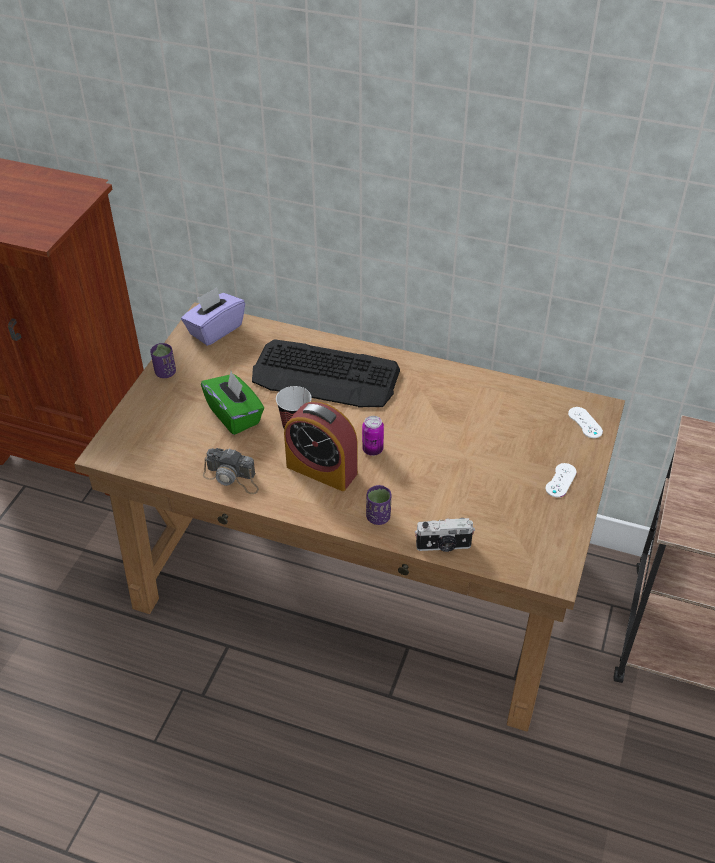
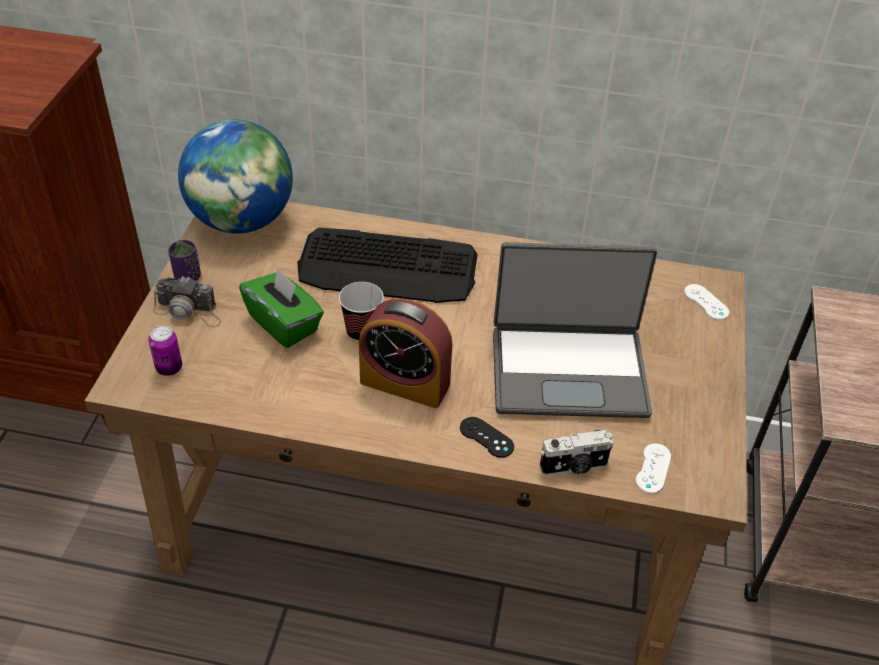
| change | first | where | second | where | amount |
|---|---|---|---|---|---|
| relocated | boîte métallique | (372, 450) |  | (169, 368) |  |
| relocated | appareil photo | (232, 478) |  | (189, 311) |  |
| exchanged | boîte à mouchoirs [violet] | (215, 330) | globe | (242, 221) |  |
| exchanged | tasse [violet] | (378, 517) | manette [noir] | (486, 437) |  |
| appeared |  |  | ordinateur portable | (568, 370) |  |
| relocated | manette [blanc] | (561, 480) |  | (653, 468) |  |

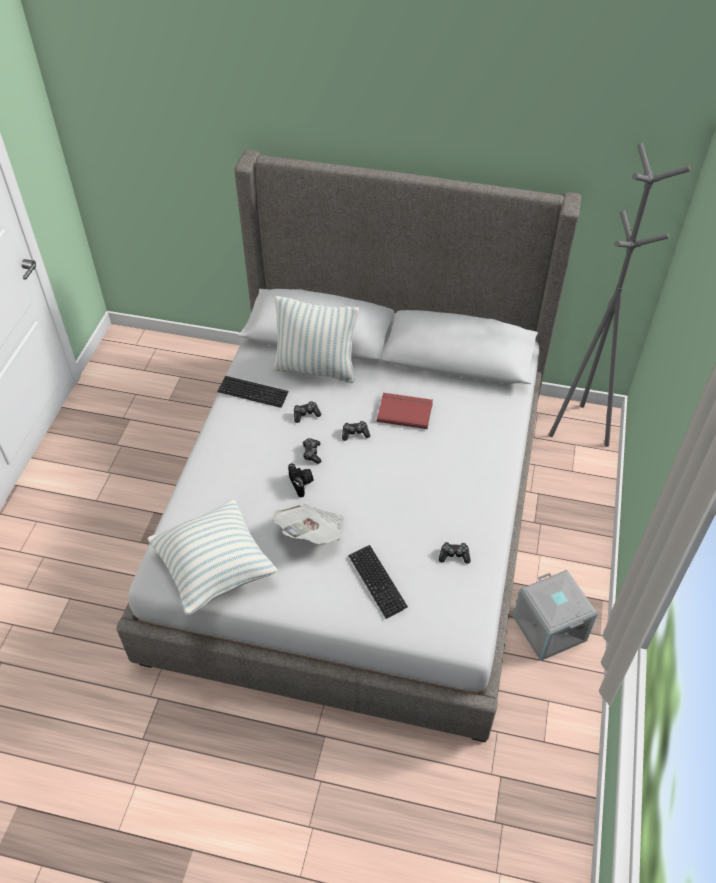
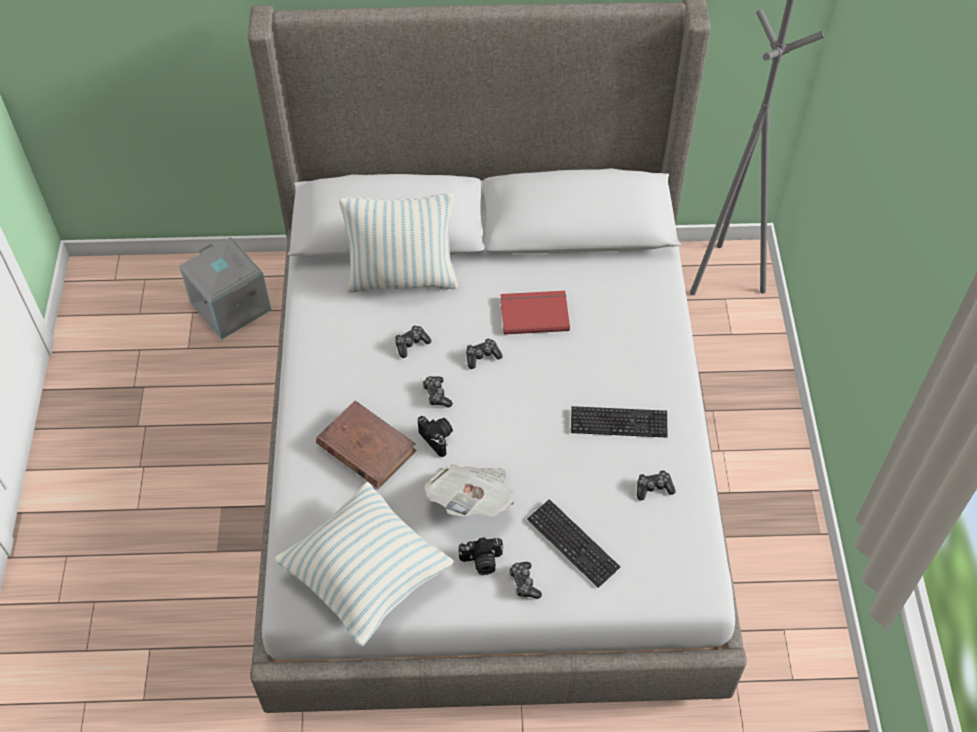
| change | first | where | second | where | amount |
|---|---|---|---|---|---|
| relocated | boîte de rangement [gris] | (548, 628) |  | (229, 307) |  |
| appeared |  |  | livre [marron] | (366, 447) |  |
| appeared |  |  | appareil photo | (481, 562) |  |
| appeared |  |  | manette | (524, 583) |  |
| relocated | clavier | (253, 393) |  | (618, 423) |  |

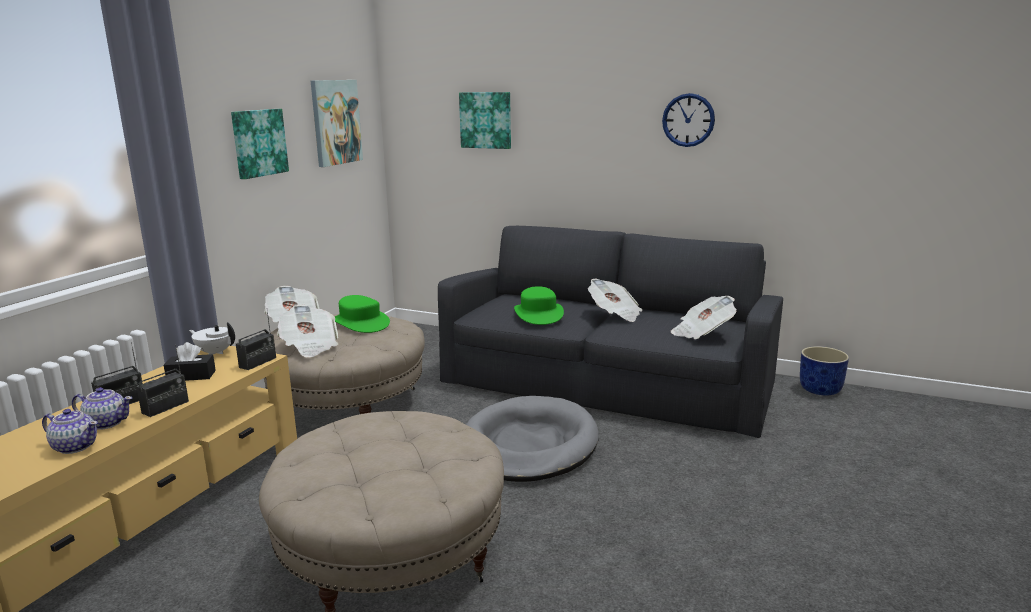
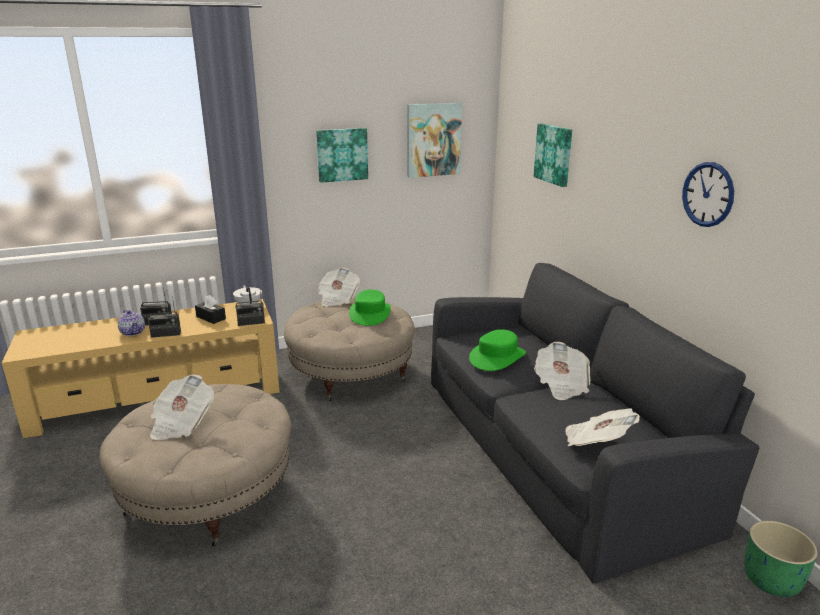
| change | first | where | second | where | amount |
|---|---|---|---|---|---|
| relocated | journal | (310, 346) |  | (181, 423) |  |
| colour | cache-pot [bleu] | (821, 389) | cache-pot [vert] | (772, 581) |  |
| missing | théière | (75, 446) |  |  |  |
| missing | panier pour chien [gris] | (529, 445) |  |  |  |

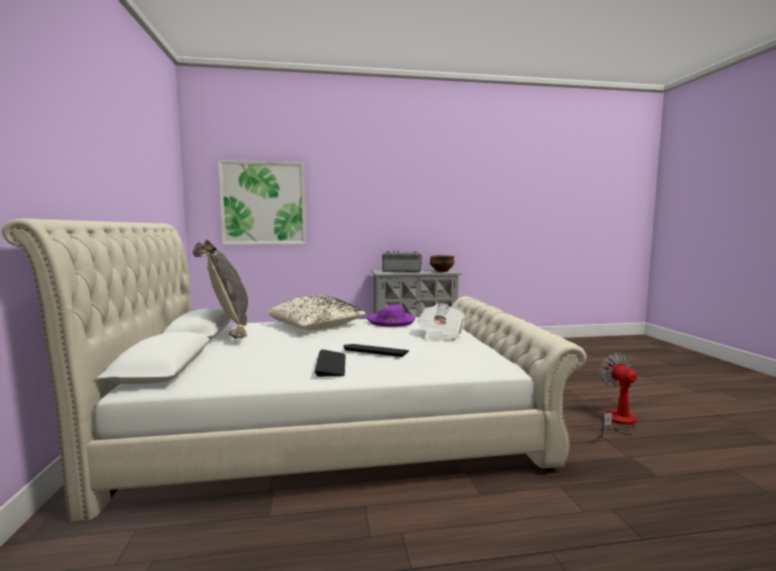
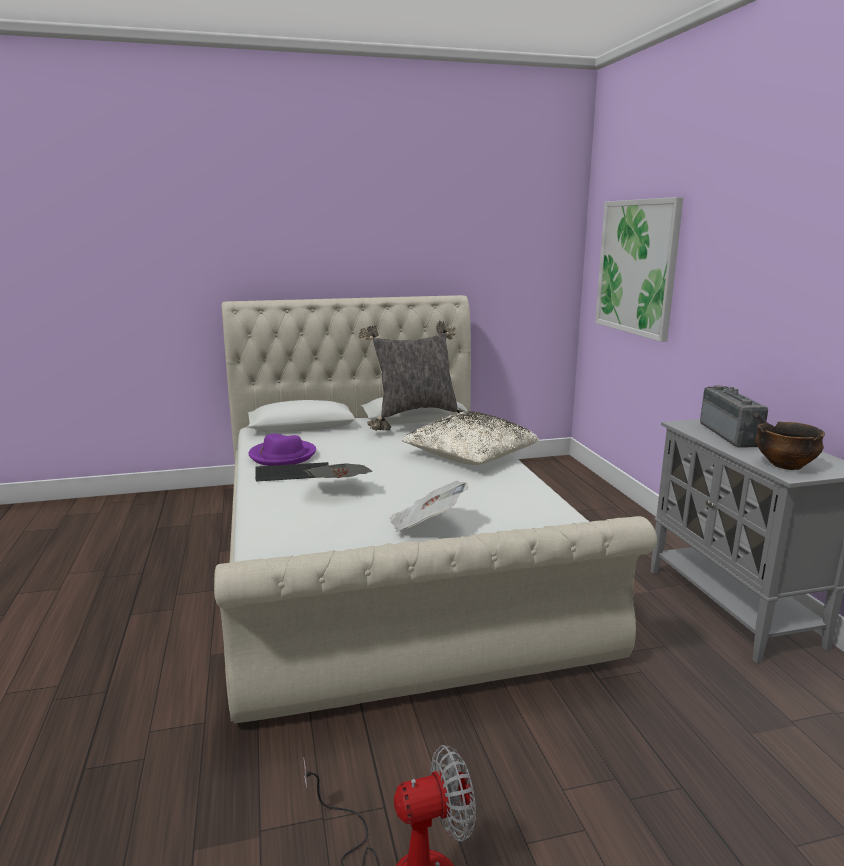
| change | first | where | second | where | amount |
|---|---|---|---|---|---|
| relocated | chapeau [violet] | (391, 322) |  | (282, 456) |  |
| exchanged | clavier | (376, 350) | journal | (339, 489) |  |

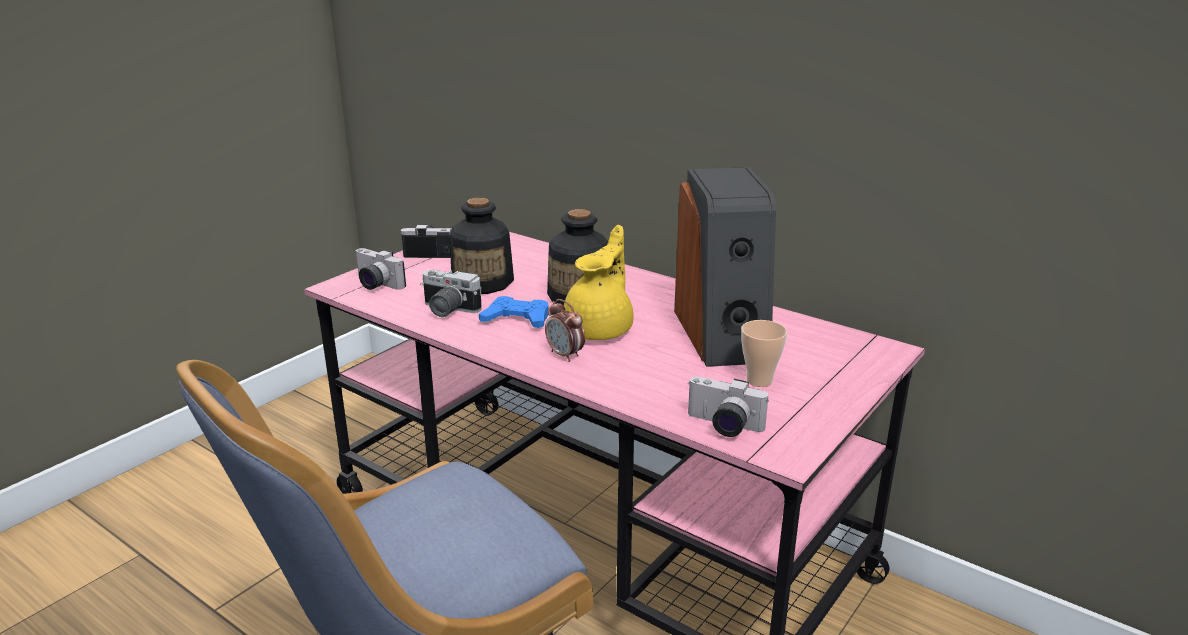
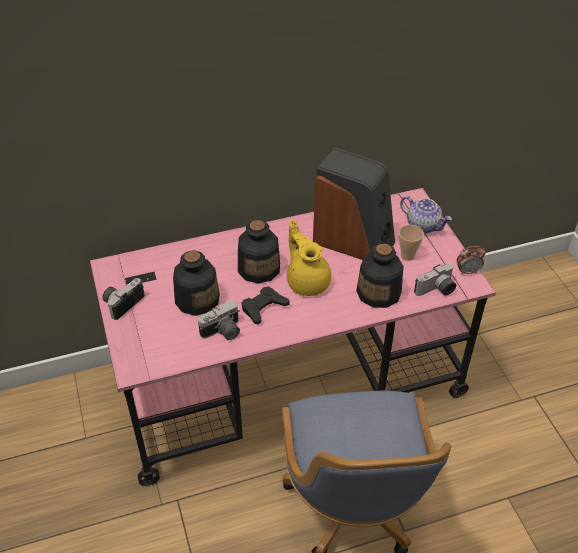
| change | first | where | second | where | amount |
|---|---|---|---|---|---|
| colour | manette [bleu] | (517, 319) | manette [noir] | (263, 307) |  |
| appeared |  |  | bouteille | (379, 292) |  |
| appeared |  |  | théière | (423, 226) |  |
| relocated | réveil | (565, 355) |  | (468, 271) |  |
| missing | appareil photo | (375, 285) |  |  |  |

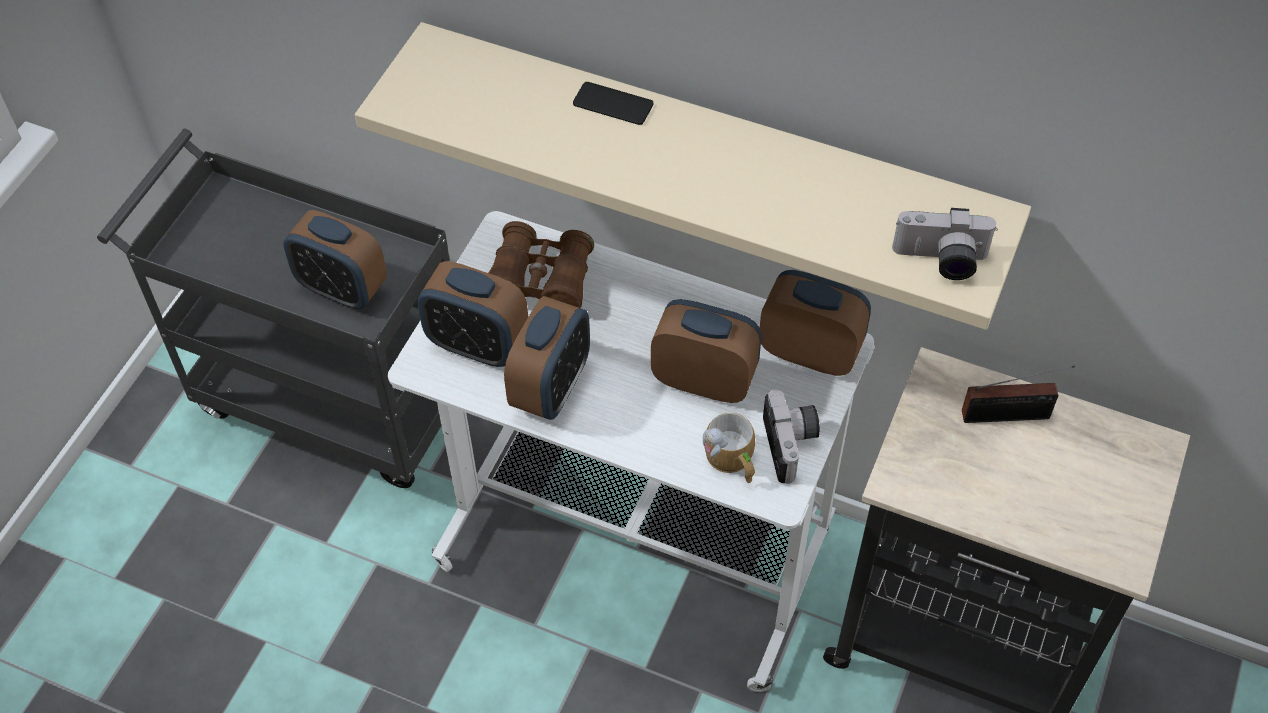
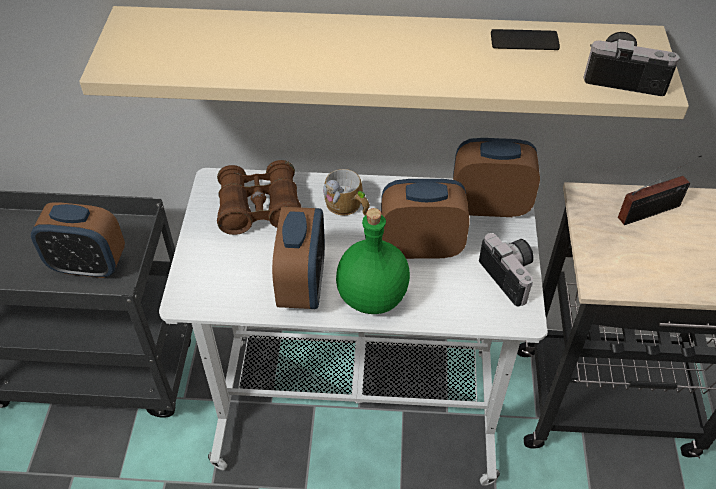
| change | first | where | second | where | amount |
|---|---|---|---|---|---|
| relocated | mug | (732, 461) |  | (348, 207) |  |
| appeared |  |  | bouteille [vert] | (371, 296) |  |
| relocated | téléphone | (613, 104) |  | (524, 41) |  |
| spun | appareil photo | (940, 261) |  | (625, 76) | 150 degrees counterclockwise |
| missing | réveil | (477, 345) |  |  |  |

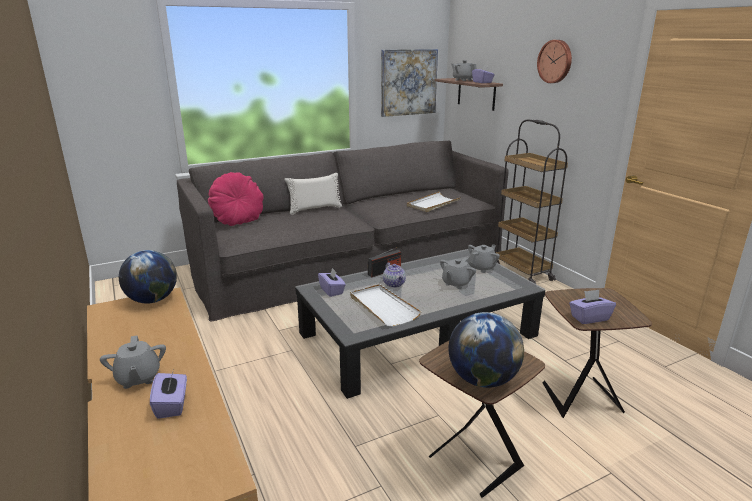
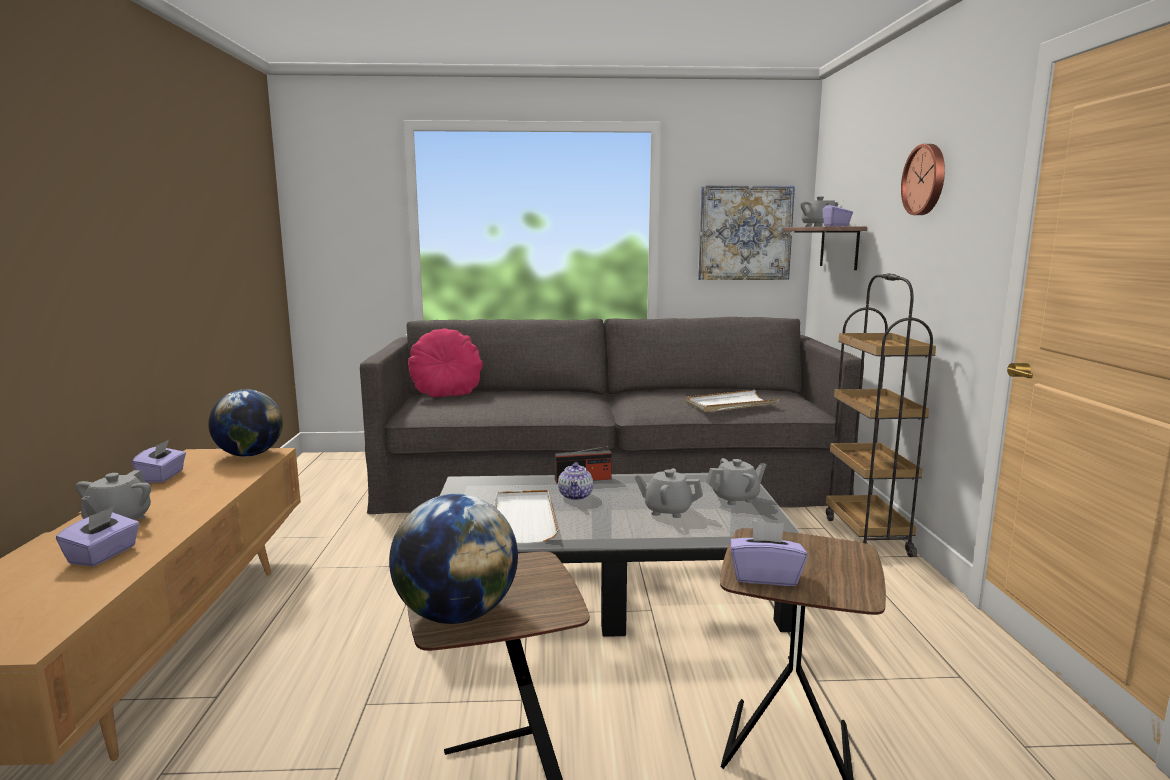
| change | first | where | second | where | amount |
|---|---|---|---|---|---|
| relocated | boîte à mouchoirs [violet] | (332, 291) |  | (162, 476) |  |
| spun | théière [gris] | (456, 283) |  | (667, 511) | 45 degrees clockwise |
| missing | coussin [blanc] | (314, 209) |  |  |  |

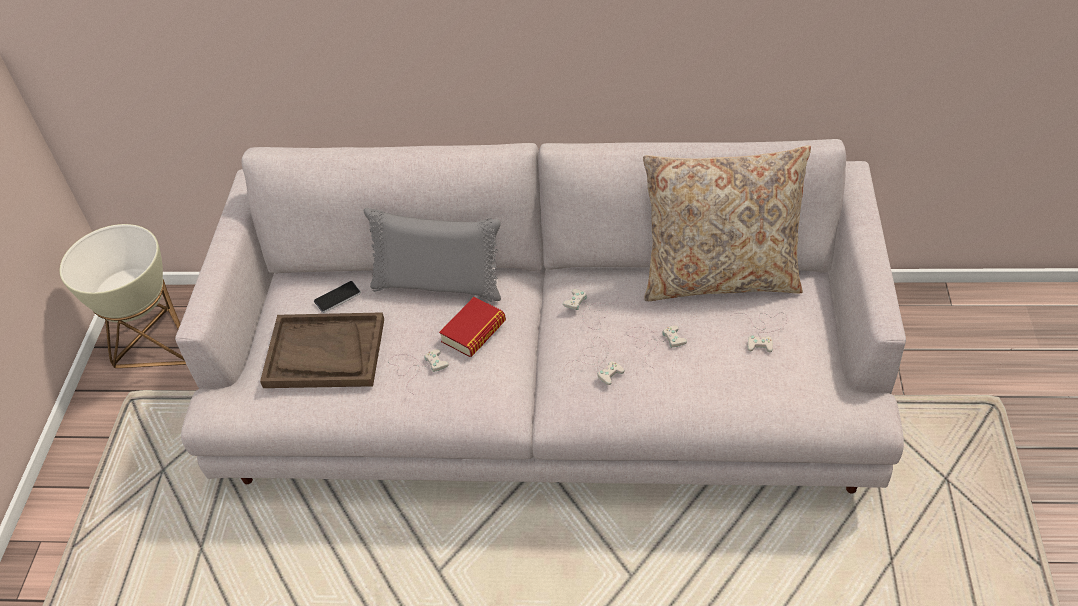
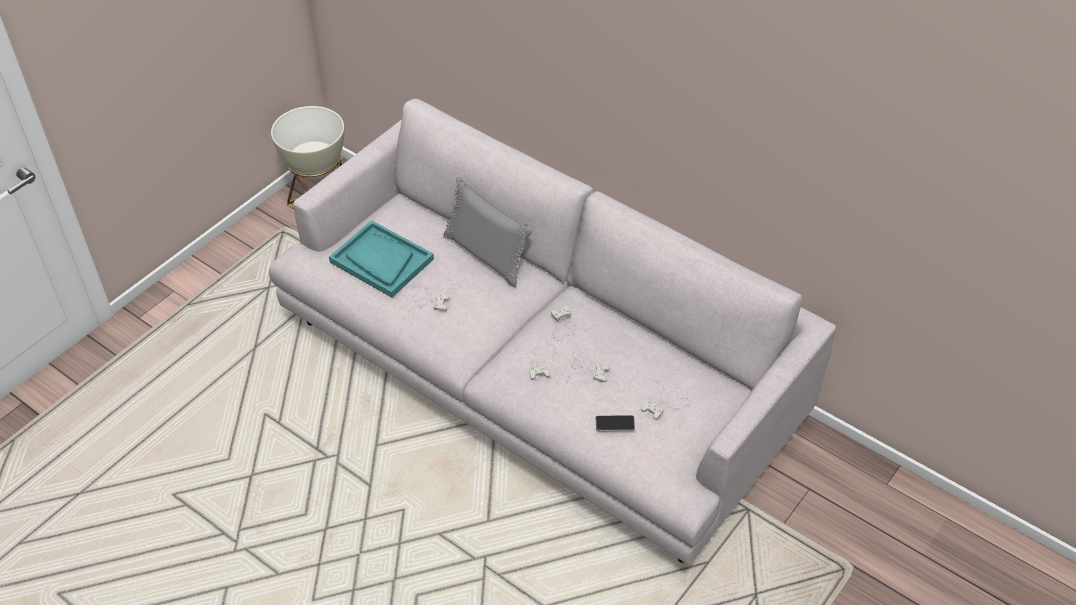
| change | first | where | second | where | amount |
|---|---|---|---|---|---|
| colour | plateau [marron] | (324, 353) | plateau [turquoise] | (381, 260) |  |
| relocated | téléphone | (337, 297) |  | (615, 424) |  |
| missing | livre | (473, 332) |  |  |  |
| missing | coussin [beige] | (720, 277) |  |  |  |

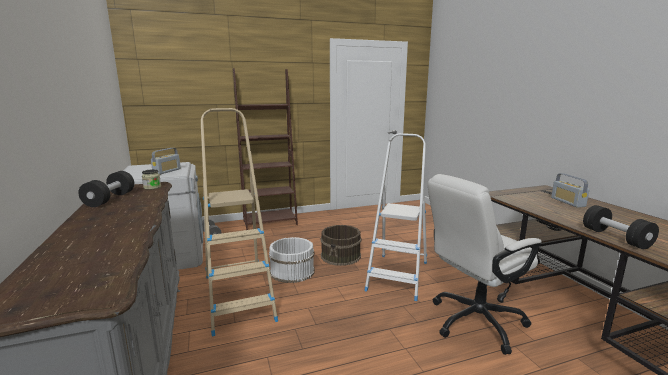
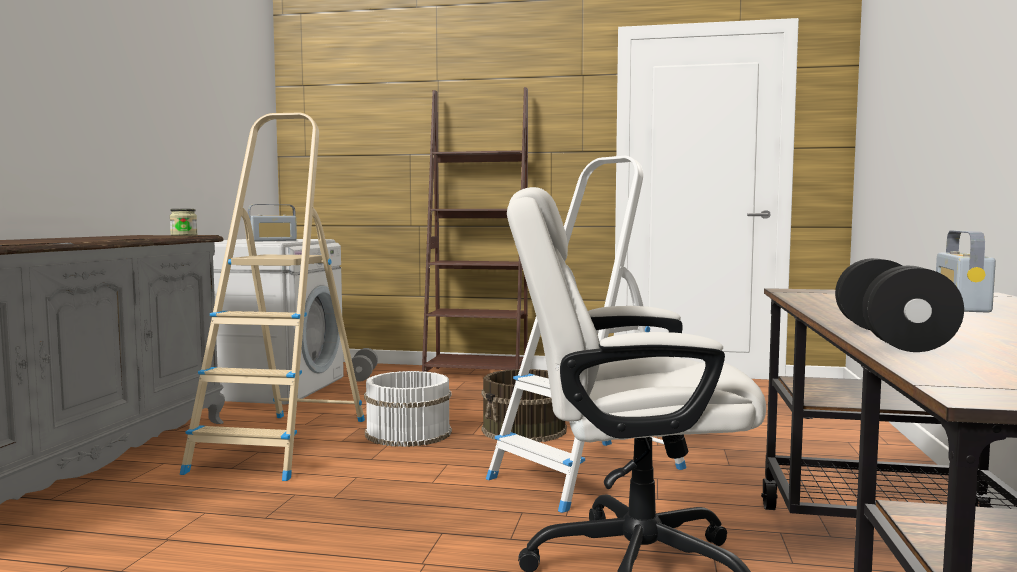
| change | first | where | second | where | amount |
|---|---|---|---|---|---|
| missing | haltère [noir] | (110, 199) |  |  |  |

